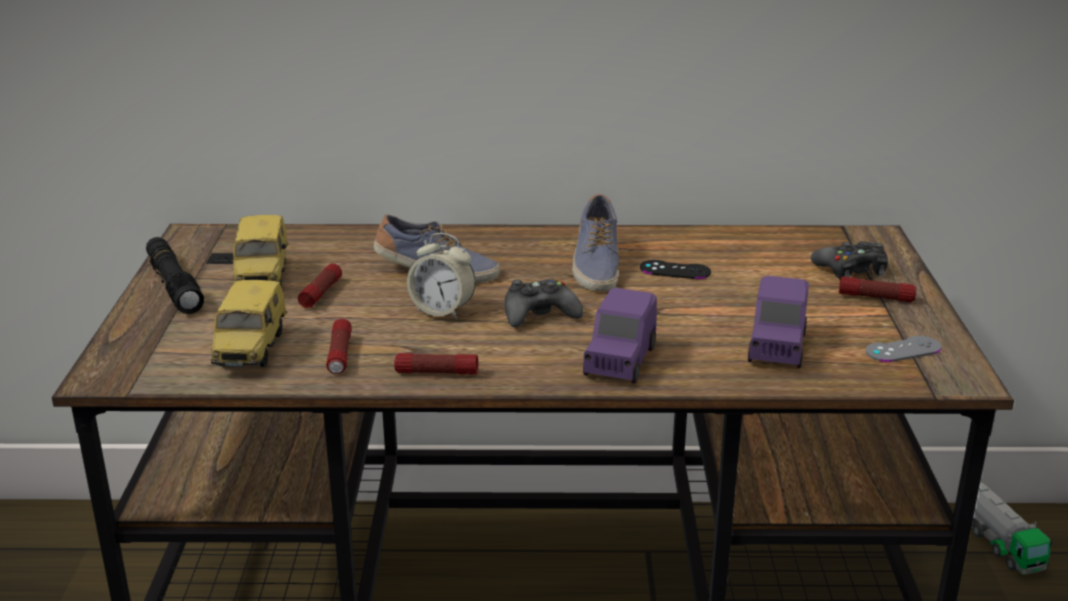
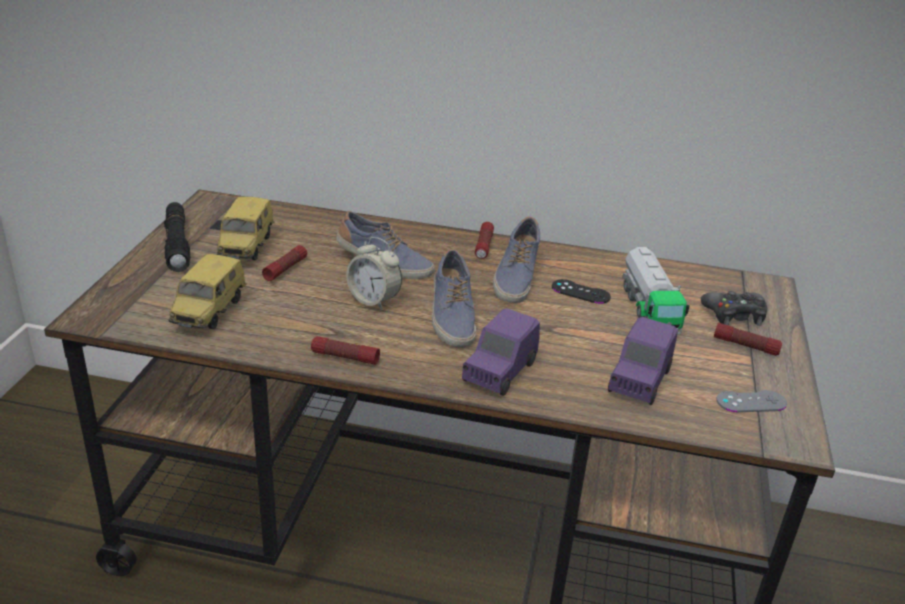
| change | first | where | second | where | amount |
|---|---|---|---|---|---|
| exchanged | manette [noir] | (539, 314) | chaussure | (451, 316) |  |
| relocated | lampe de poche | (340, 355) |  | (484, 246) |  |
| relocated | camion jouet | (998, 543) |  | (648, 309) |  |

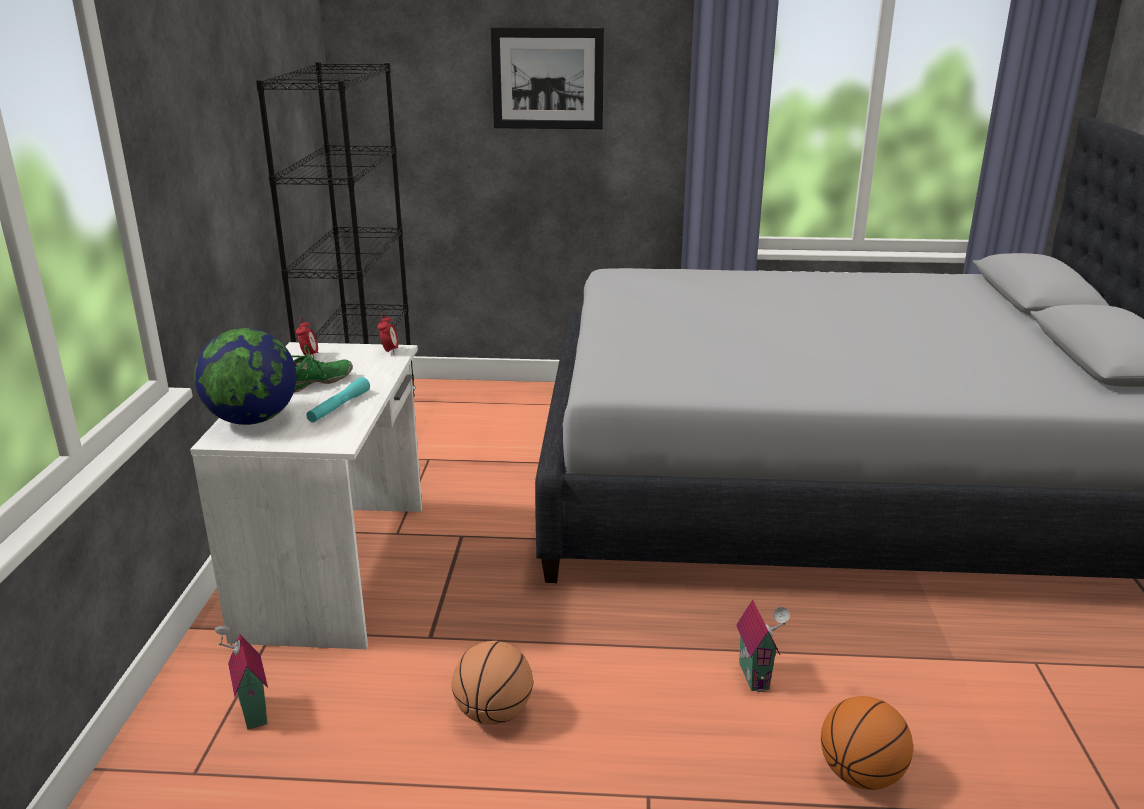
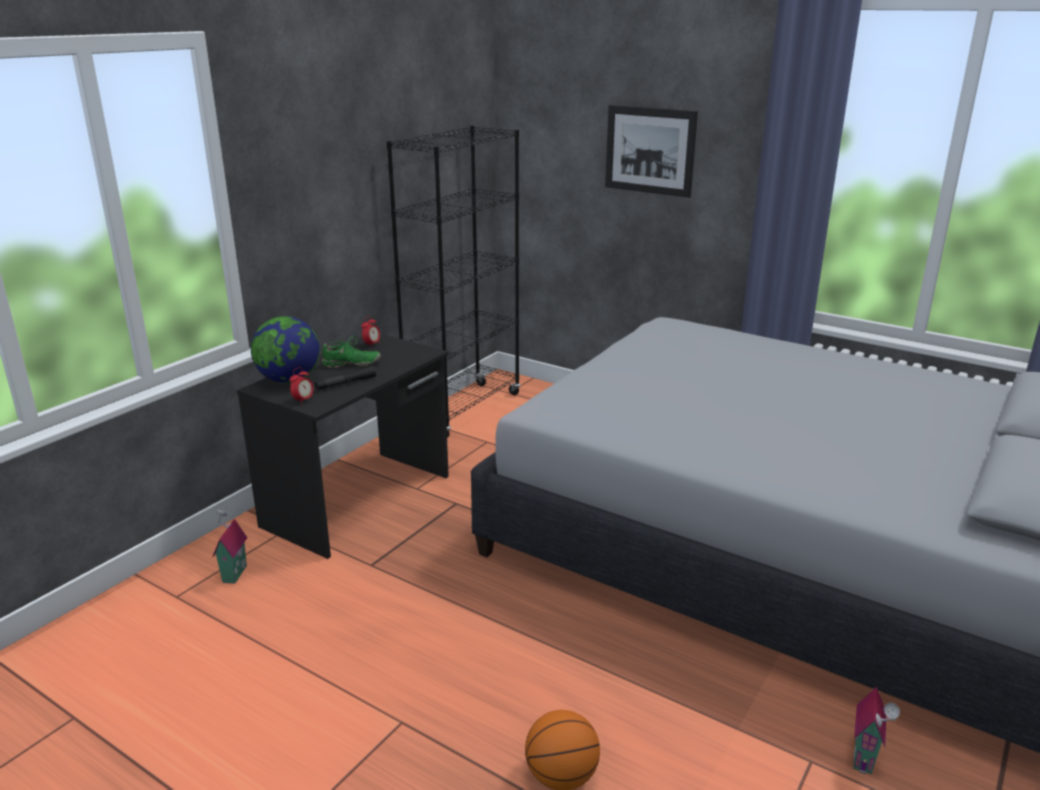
| change | first | where | second | where | amount |
|---|---|---|---|---|---|
| colour | bureau [blanc] | (339, 568) | bureau [noir] | (360, 501) |  |
| relocated | réveil | (389, 351) |  | (303, 400) |  |
| colour | lampe de poche [turquoise] | (339, 407) | lampe de poche [noir] | (346, 384) |  |
| relocated | maison miniature | (757, 676) |  | (866, 758) |  |
| missing | ballon de basket | (493, 713) |  |  |  |

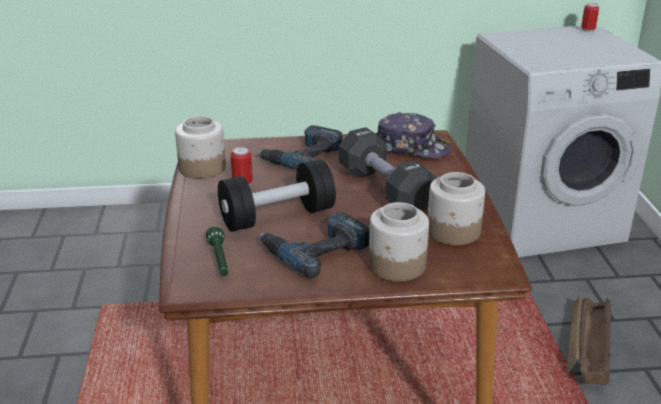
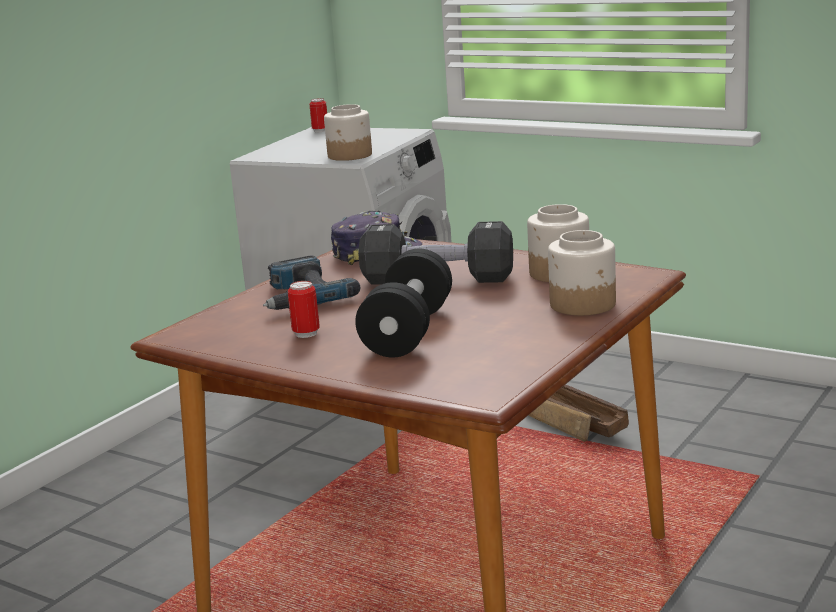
| change | first | where | second | where | amount |
|---|---|---|---|---|---|
| relocated | bocal | (202, 168) |  | (350, 155) |  |
| missing | lampe de poche [vert] | (220, 260) |  |  |  |
| missing | perceuse | (315, 249) |  |  |  |

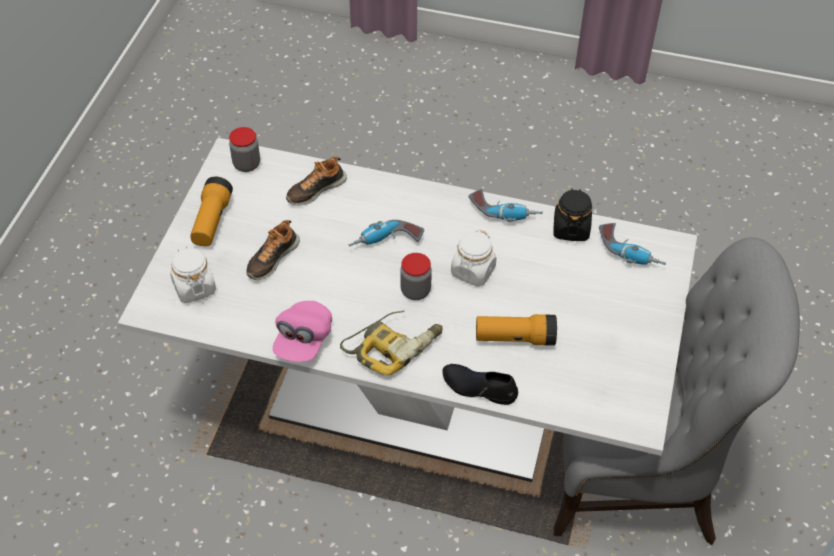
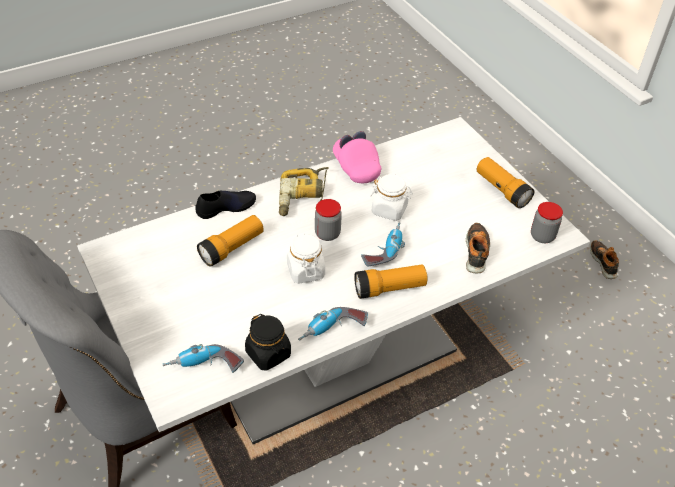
| change | first | where | second | where | amount |
|---|---|---|---|---|---|
| appeared |  |  | lampe de poche | (389, 289) |  |
| relocated | bocal [blanc] | (194, 287) |  | (389, 209) |  |
| relocated | chaussure | (272, 258) |  | (603, 262) |  |

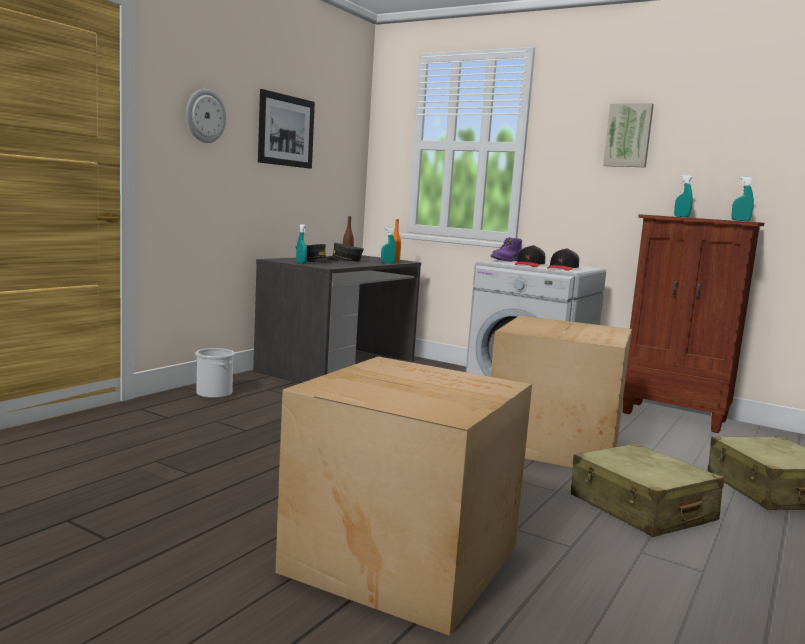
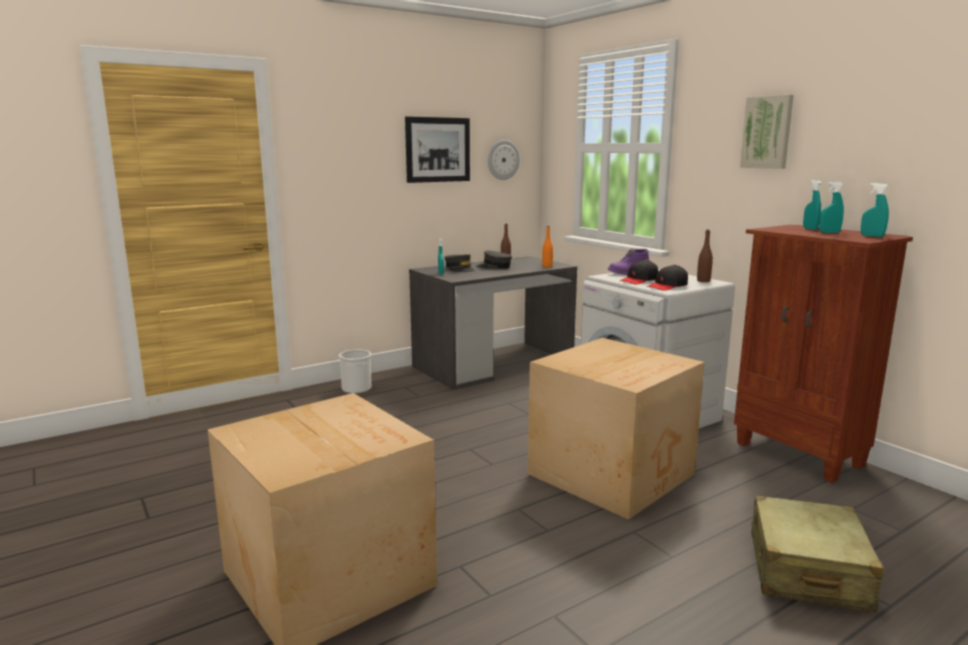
| change | first | where | second | where | amount |
|---|---|---|---|---|---|
| relocated | horloge murale | (205, 116) |  | (503, 160) |  |
| appeared |  |  | bouteille [marron] | (703, 281) |  |
| relocated | vaporisateur [turquoise] | (387, 262) |  | (829, 232) |  |
| missing | valise [beige] | (641, 509) |  |  |  |

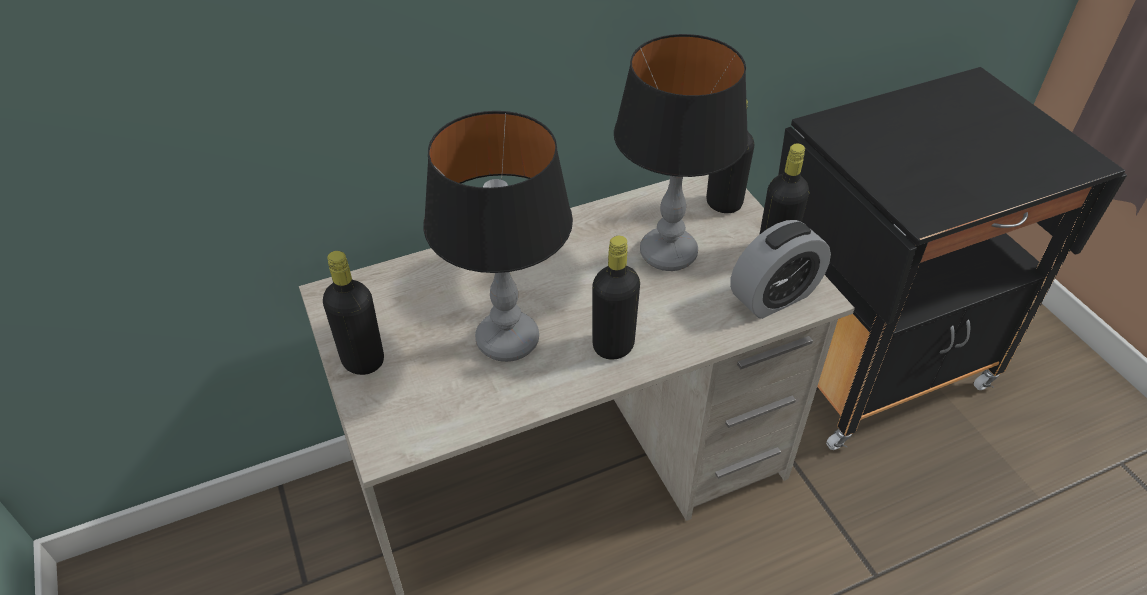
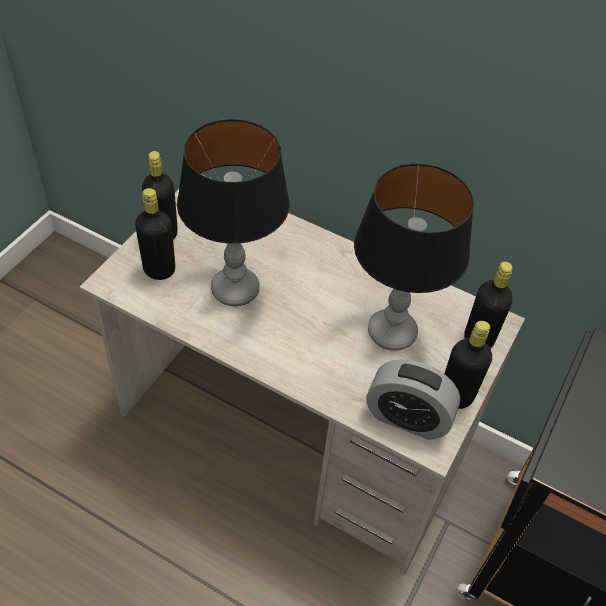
| change | first | where | second | where | amount |
|---|---|---|---|---|---|
| relocated | bouteille [noir] | (613, 346) |  | (159, 270) |  |

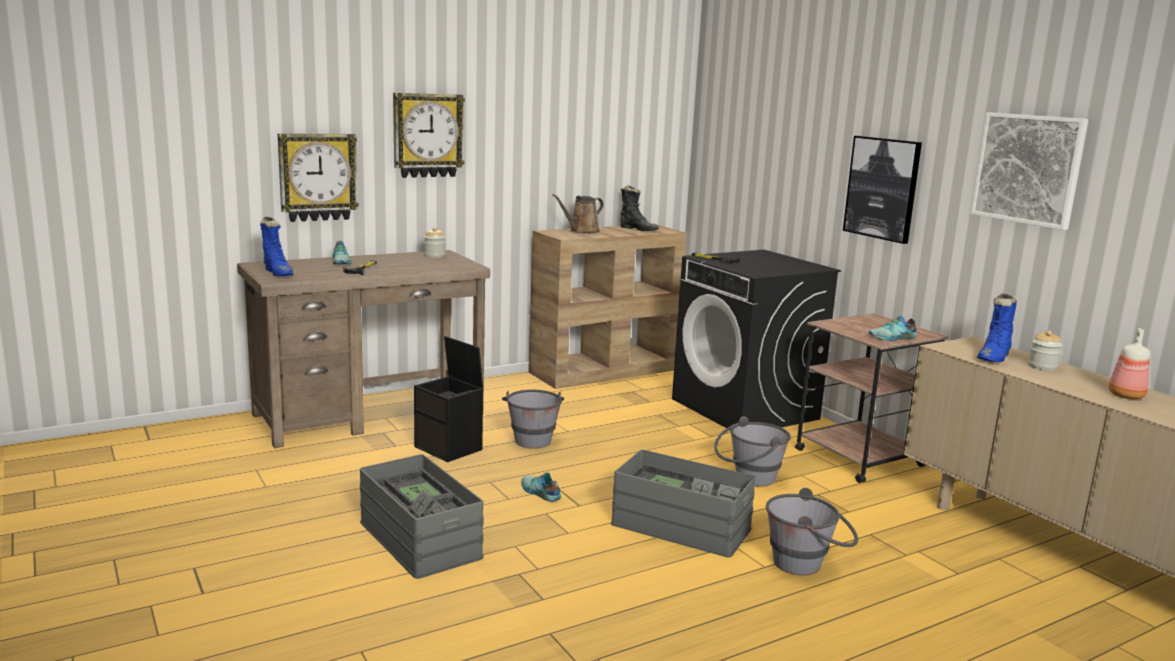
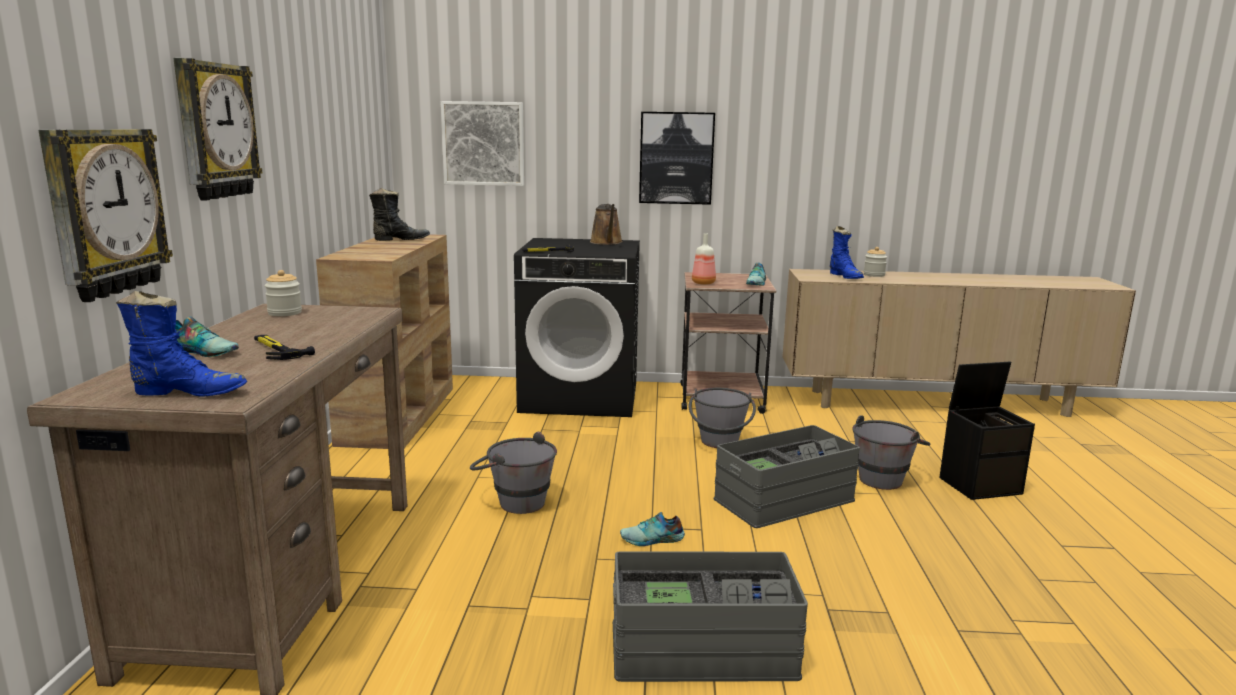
| change | first | where | second | where | amount |
|---|---|---|---|---|---|
| relocated | tableau | (1028, 169) |  | (483, 143) |  |
| relocated | arrosoir [marron] | (581, 231) |  | (607, 243) |  |
| relocated | bouteille | (1126, 396) |  | (704, 283) |  |
| relocated | boîte de rangement [noir] | (449, 448) |  | (980, 485) |  |

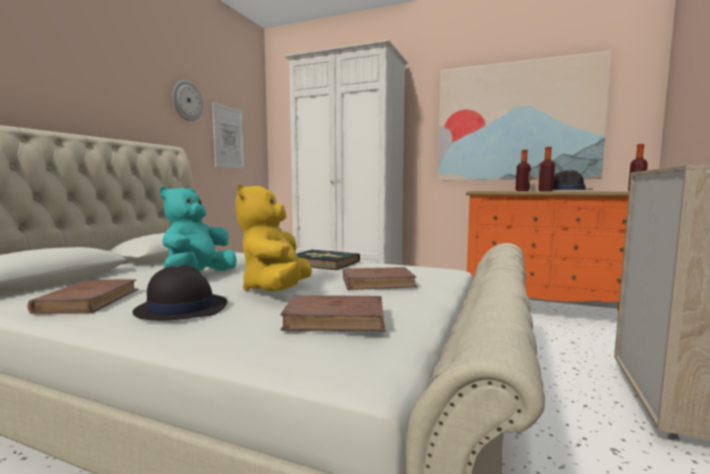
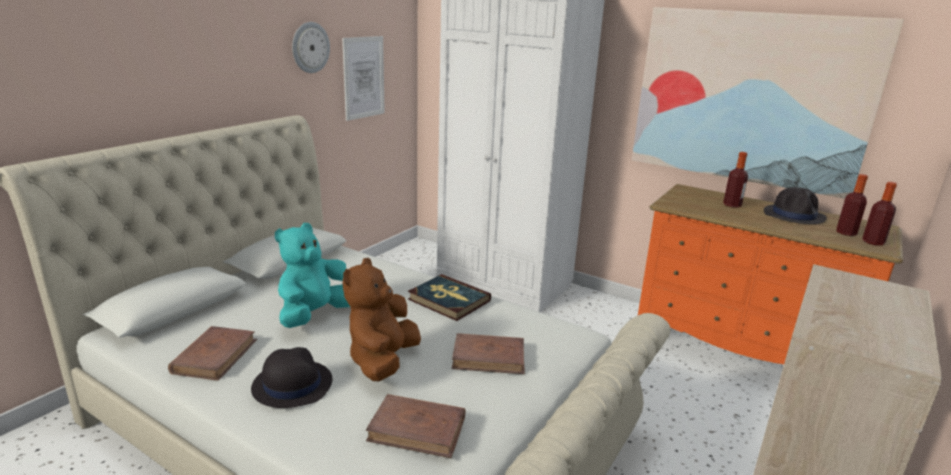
| change | first | where | second | where | amount |
|---|---|---|---|---|---|
| colour | peluche [jaune] | (276, 290) | peluche [marron] | (382, 361) |  |
| relocated | bouteille | (545, 191) |  | (846, 233) |  |

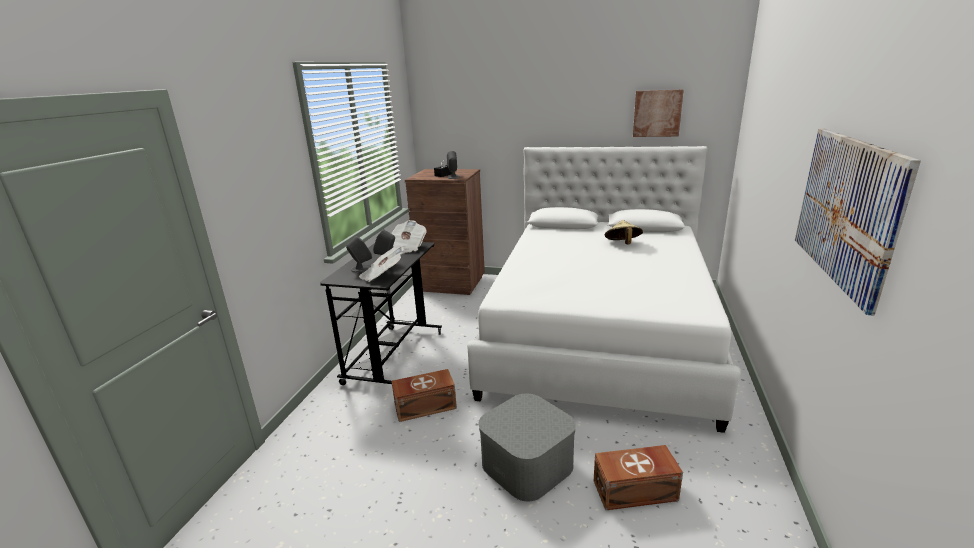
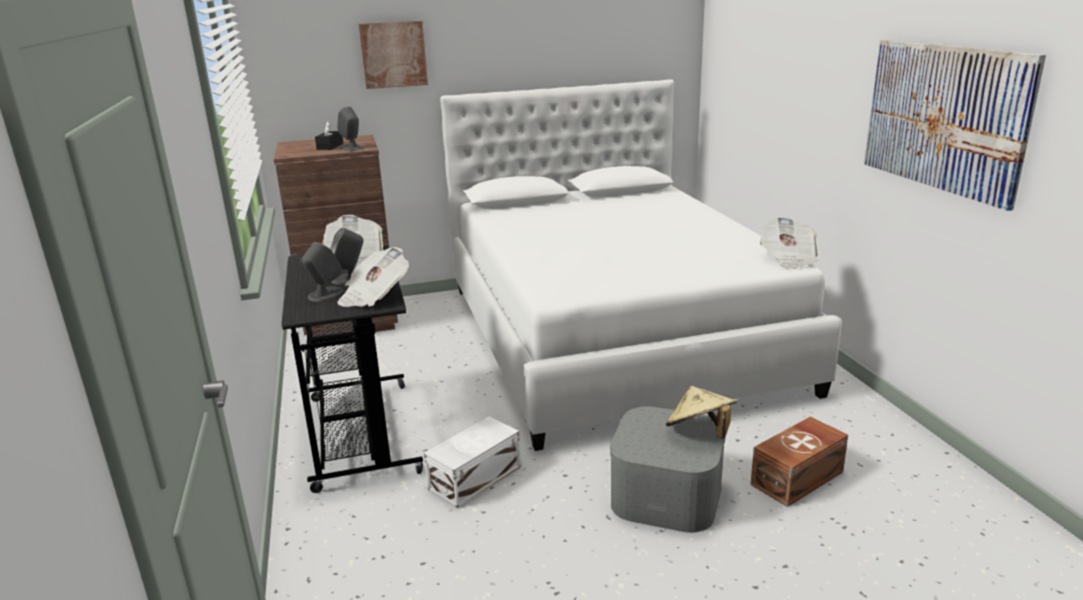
| change | first | where | second | where | amount |
|---|---|---|---|---|---|
| relocated | tableau | (657, 113) |  | (393, 54) |  |
| colour | boîte de rangement [marron] | (424, 406) | boîte de rangement [blanc] | (473, 478) |  |
| relocated | chapeau [beige] | (622, 244) |  | (700, 433) |  |
| appeared |  |  | journal | (788, 259) |  |

